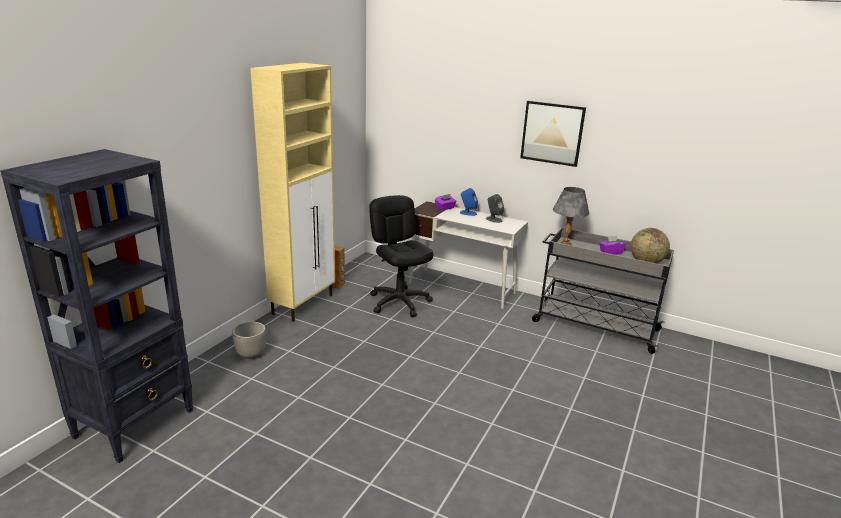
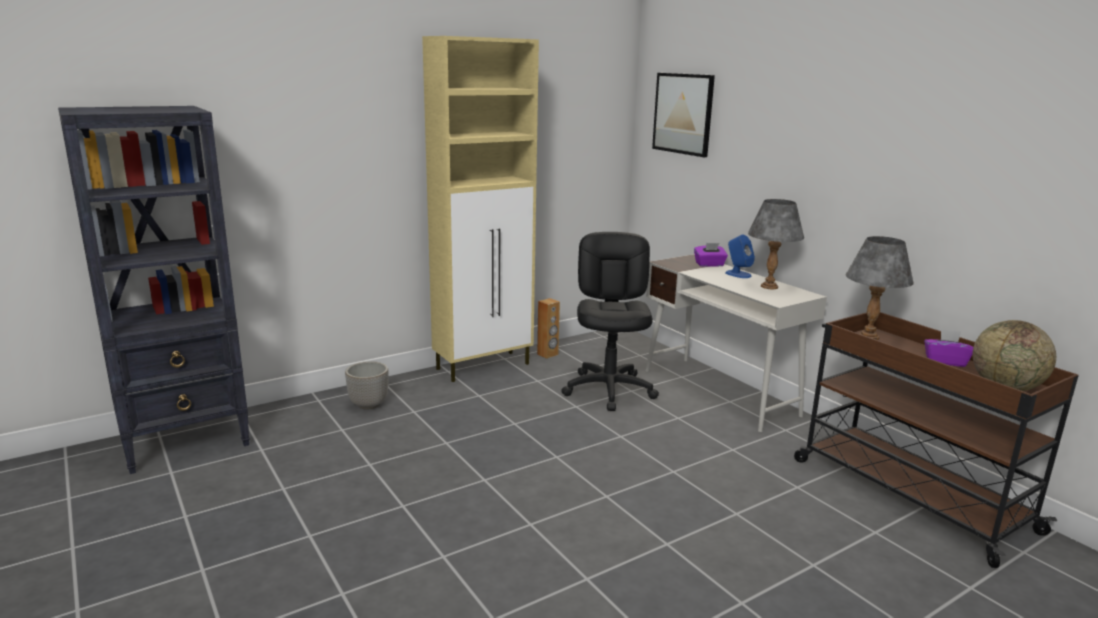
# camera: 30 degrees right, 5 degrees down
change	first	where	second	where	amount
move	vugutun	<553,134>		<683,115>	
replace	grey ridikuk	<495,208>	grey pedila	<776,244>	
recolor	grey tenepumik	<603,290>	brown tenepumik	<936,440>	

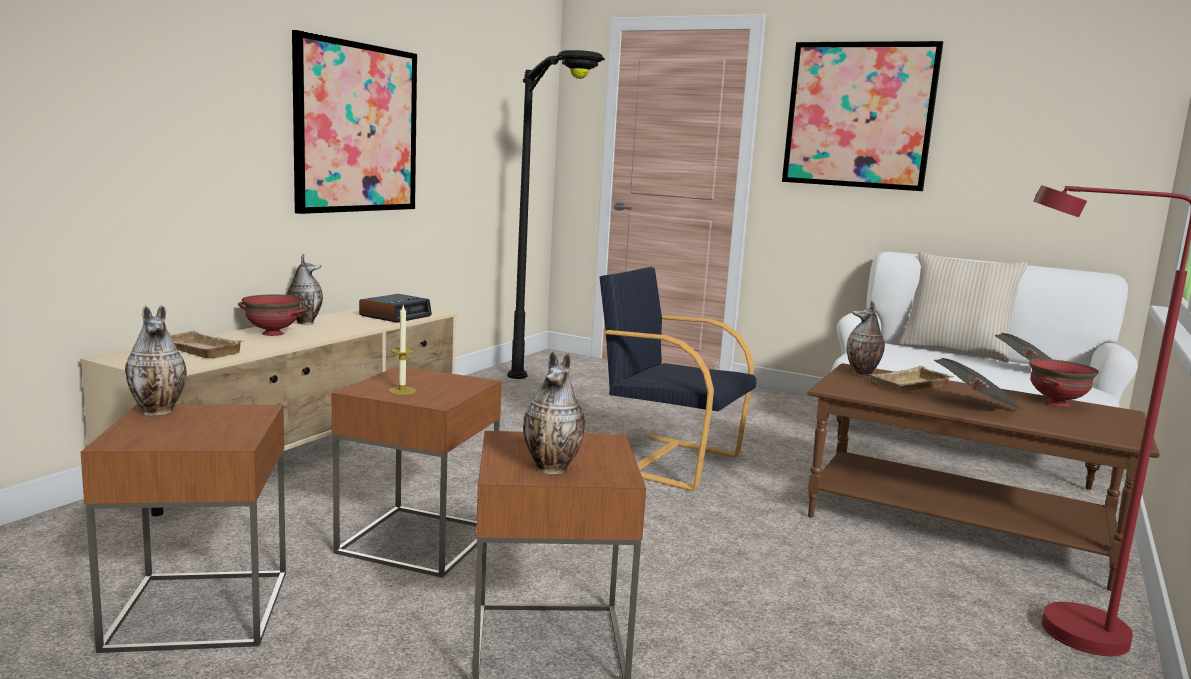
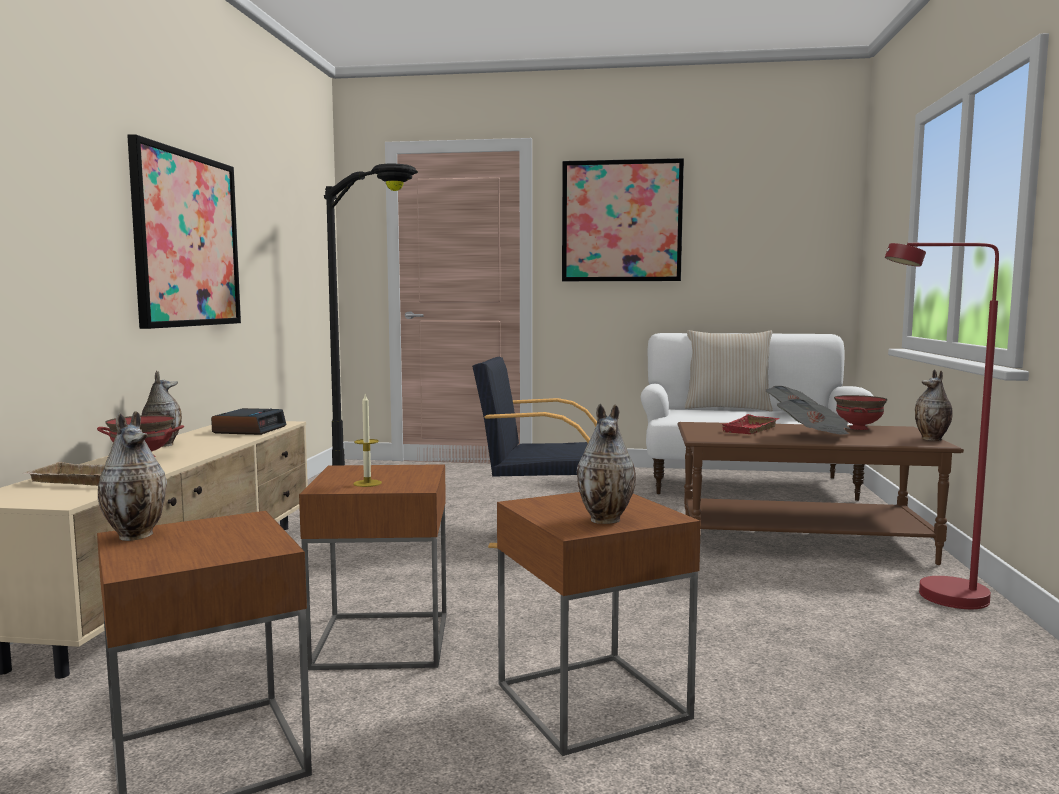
# camera: 20 degrees left, 5 degrees down
change	first	where	second	where	amount
move	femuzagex	<866,339>		<934,405>	
recolor	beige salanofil	<912,379>	red salanofil	<751,424>	

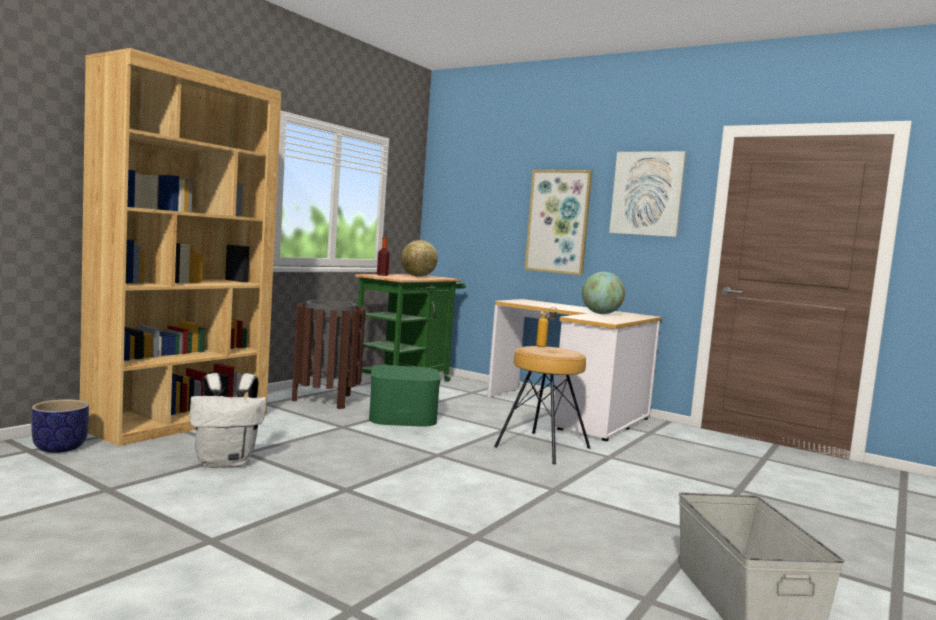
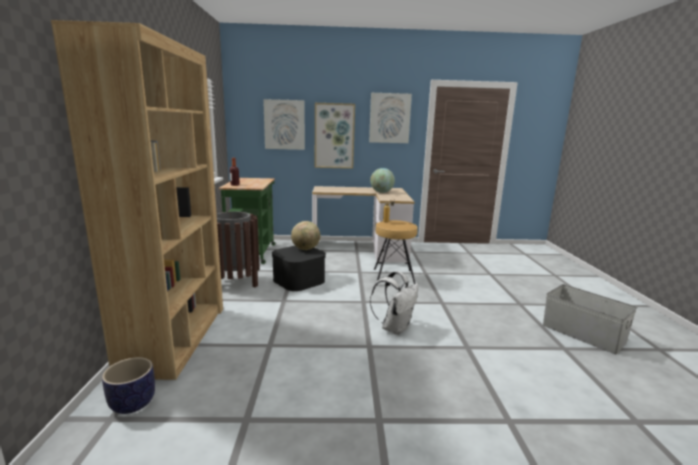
# camera: 35 degrees left, 10 degrees up
change	first	where	second	where	amount
insert			vugutun	<284,124>	
move	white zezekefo	<228,420>		<394,303>	
move	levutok	<419,258>		<305,235>	
recolor	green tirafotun	<405,396>	black tirafotun	<299,268>	

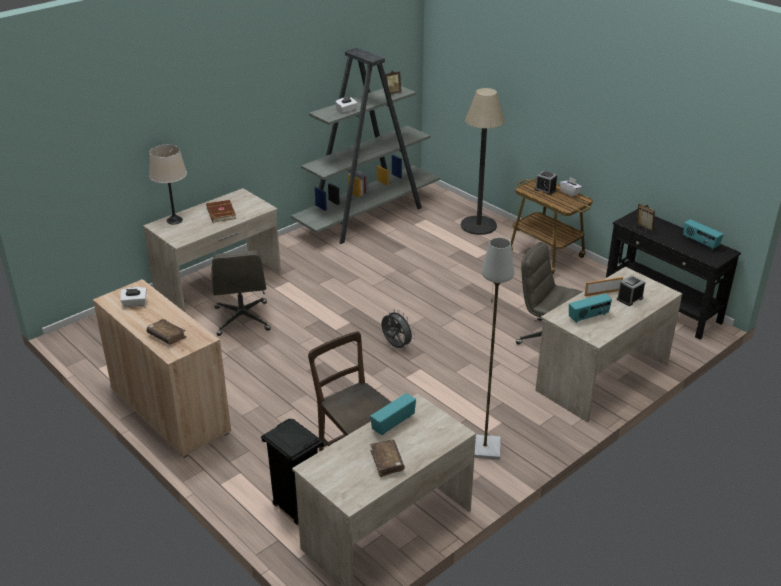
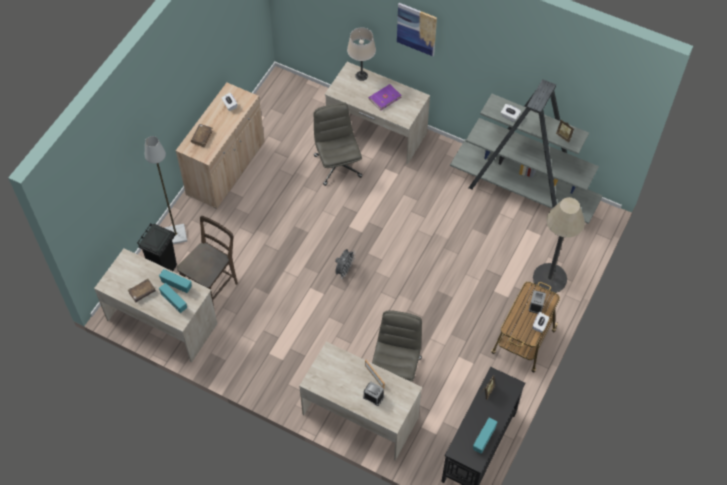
# camera: 70 degrees right, 25 degrees up
change	first	where	second	where	amount
insert			vugutun	<417,29>	
move	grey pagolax	<494,349>		<166,190>	
move	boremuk	<590,308>		<173,298>	
recolor	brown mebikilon	<221,211>	purple mebikilon	<385,97>	
rotate	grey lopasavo	<241,293>		<338,144>	105 degrees clockwise

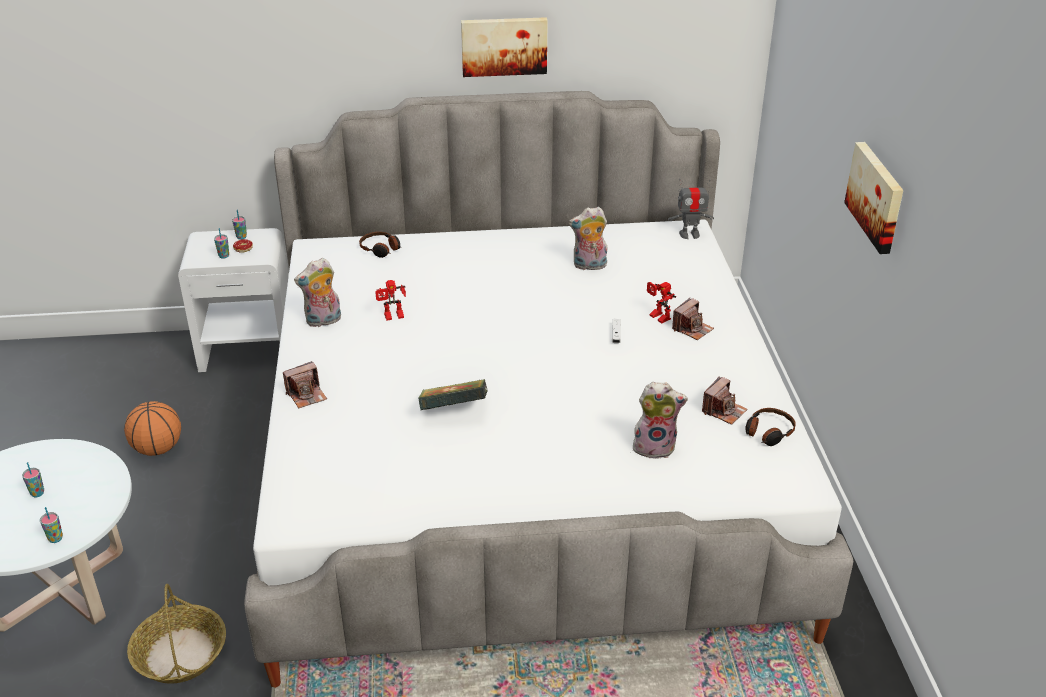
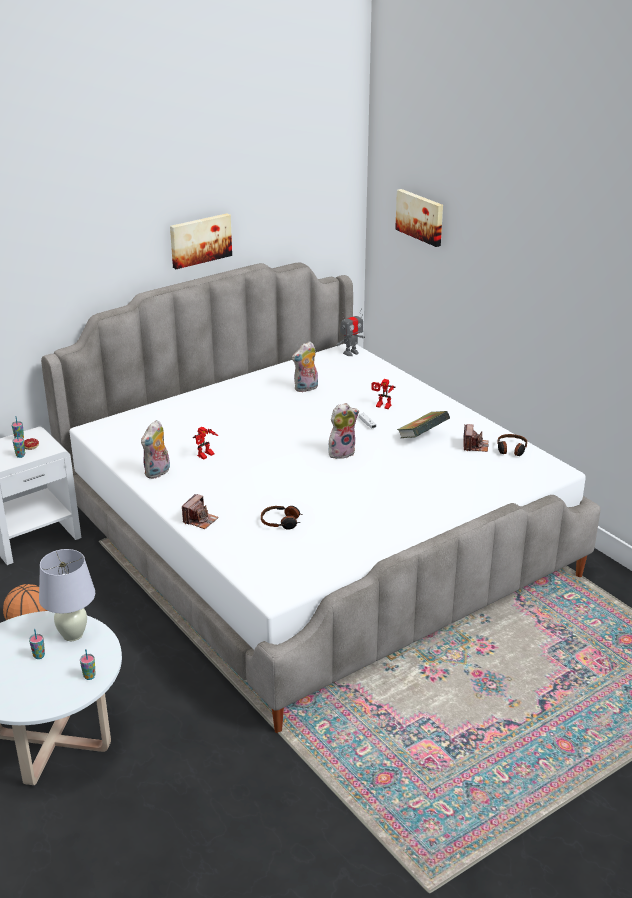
# camera: 30 degrees left, 5 degrees down
change	first	where	second	where	amount
delete	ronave	<176,634>			
delete	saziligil	<693,319>			
insert			white pedila	<67,595>	
move	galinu	<380,245>		<282,518>	
move	mebikilon	<453,394>		<423,424>	
move	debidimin	<660,420>		<343,431>	
move	vugutun	<873,198>		<419,218>	

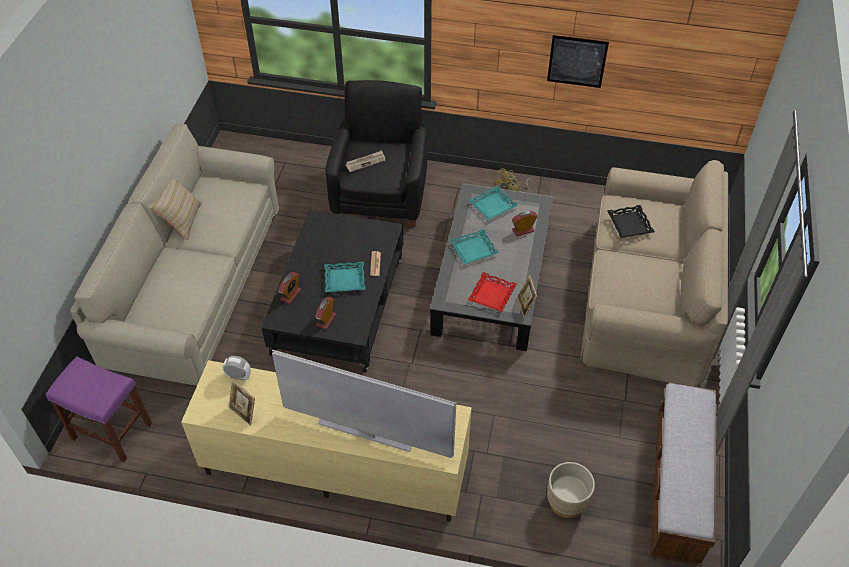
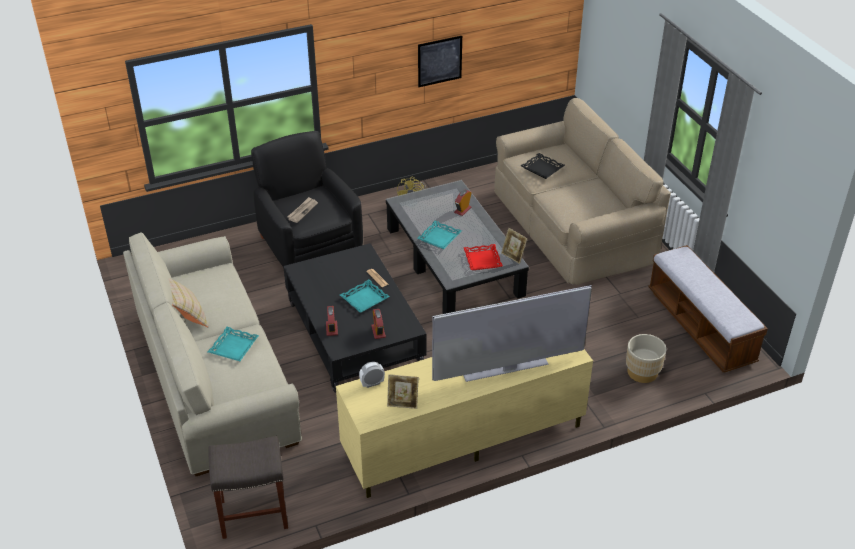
# camera: 35 degrees left, 10 degrees down
change	first	where	second	where	amount
move	turquoise salanofil	<493,203>		<233,344>	
recolor	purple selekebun	<99,409>	grey selekebun	<248,487>	

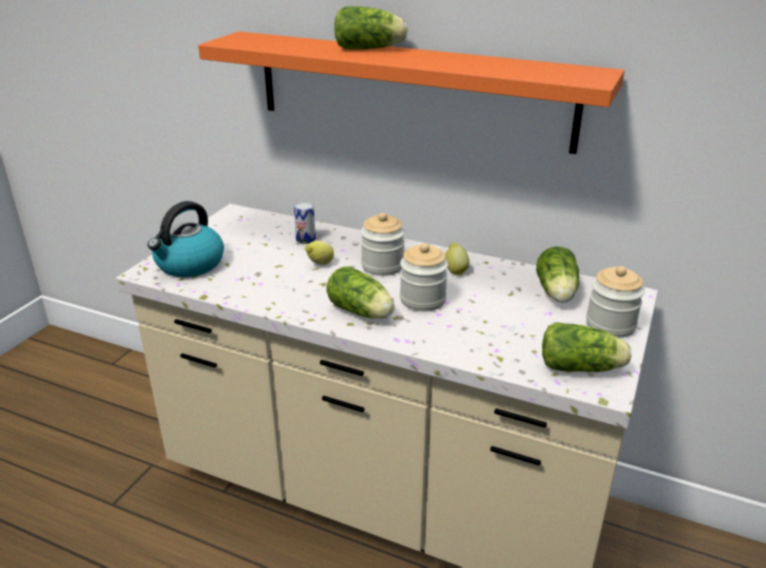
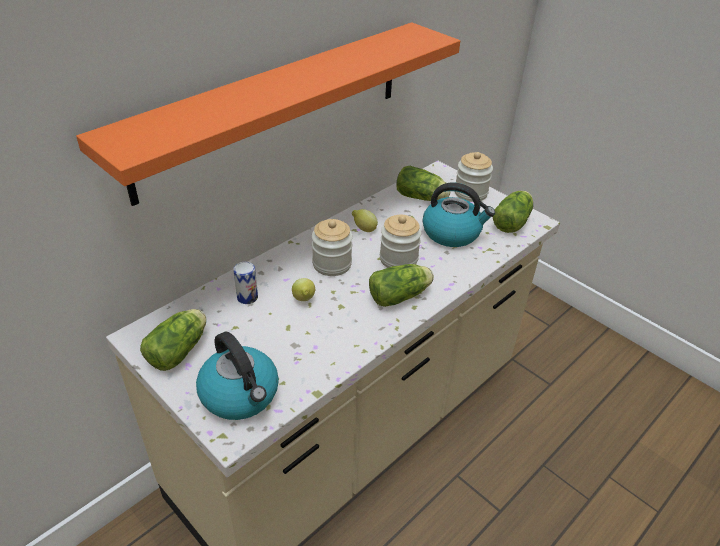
# camera: 70 degrees left, 10 degrees up
change	first	where	second	where	amount
insert			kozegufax	<459,215>	
move	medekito	<371,28>		<173,340>	

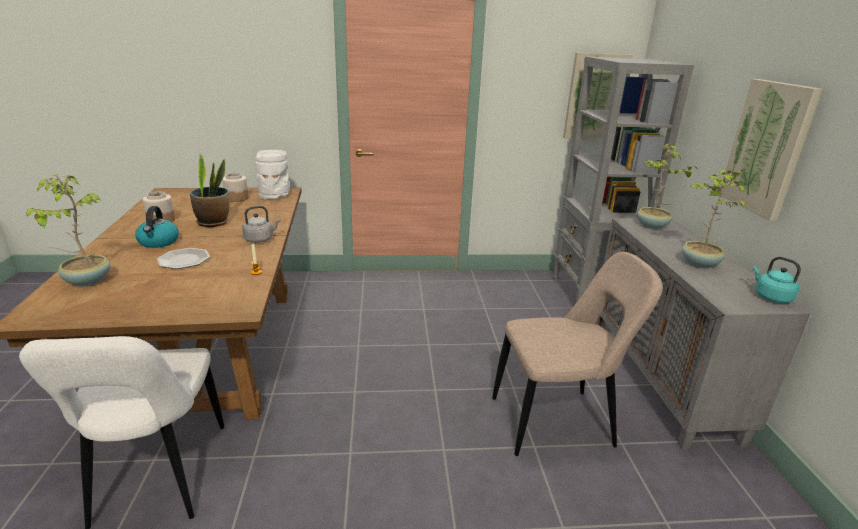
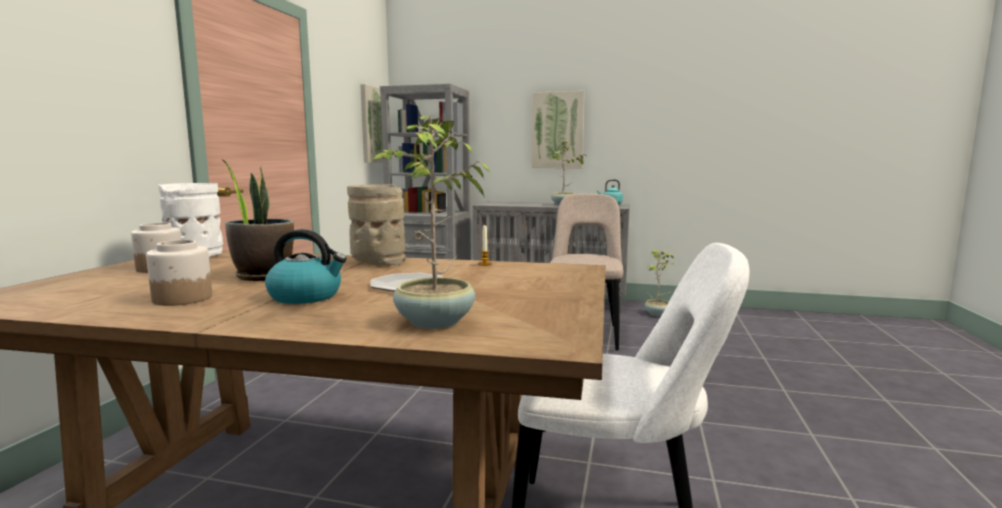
# camera: 70 degrees left, 15 degrees down
change	first	where	second	where	amount
move	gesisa	<667,186>		<660,282>	
replace	grey kozegufax	<261,224>	beige femuzagex	<376,225>	

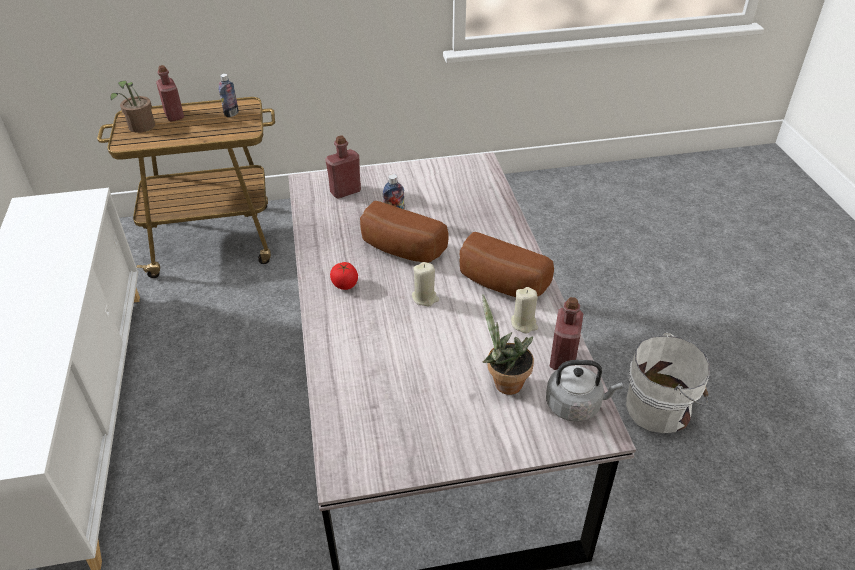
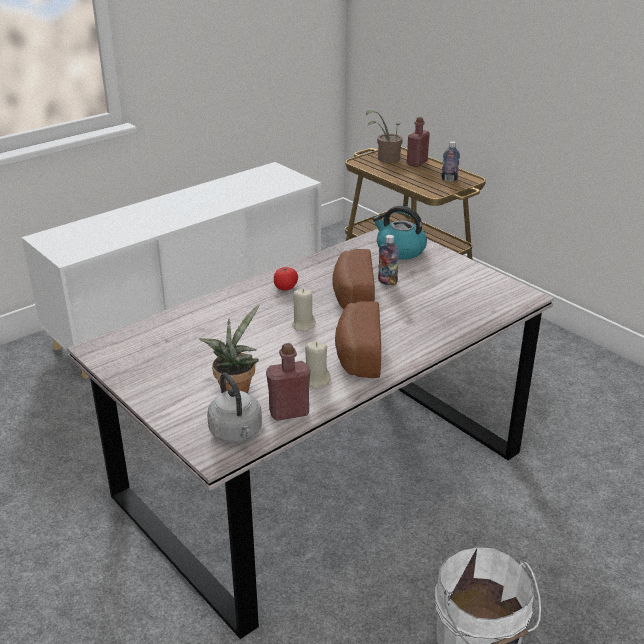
# camera: 60 degrees right, 10 degrees down
change	first	where	second	where	amount
replace	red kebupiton	<343,167>	kozegufax	<400,233>	

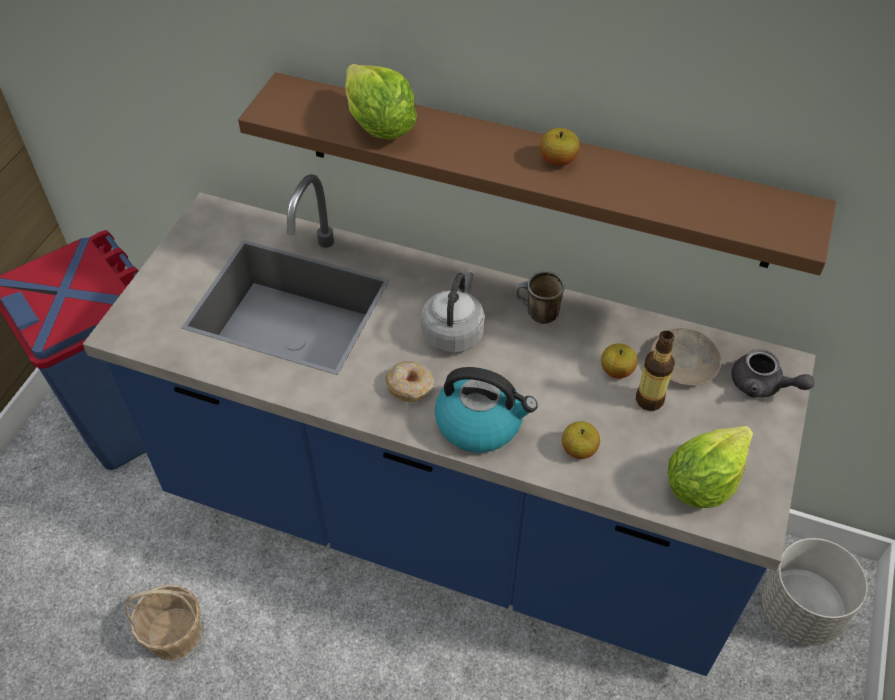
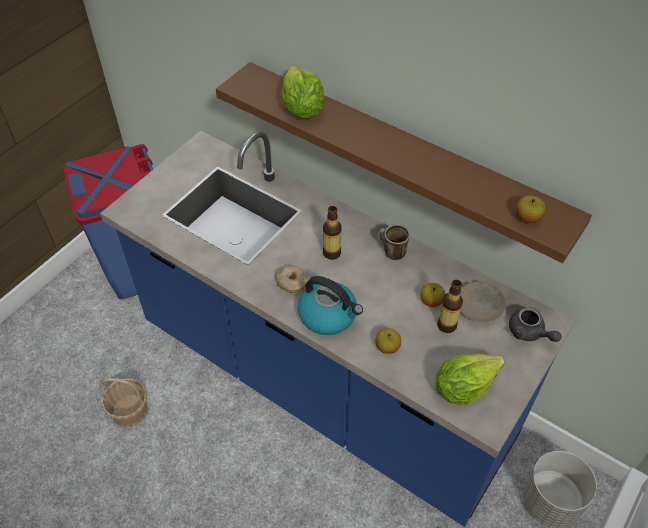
# camera: 15 degrees right, 0 degrees up
change	first	where	second	where	amount
move	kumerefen	<560,147>		<531,209>	
replace	grey kozegufax	<453,312>	kebupiton	<332,233>	

